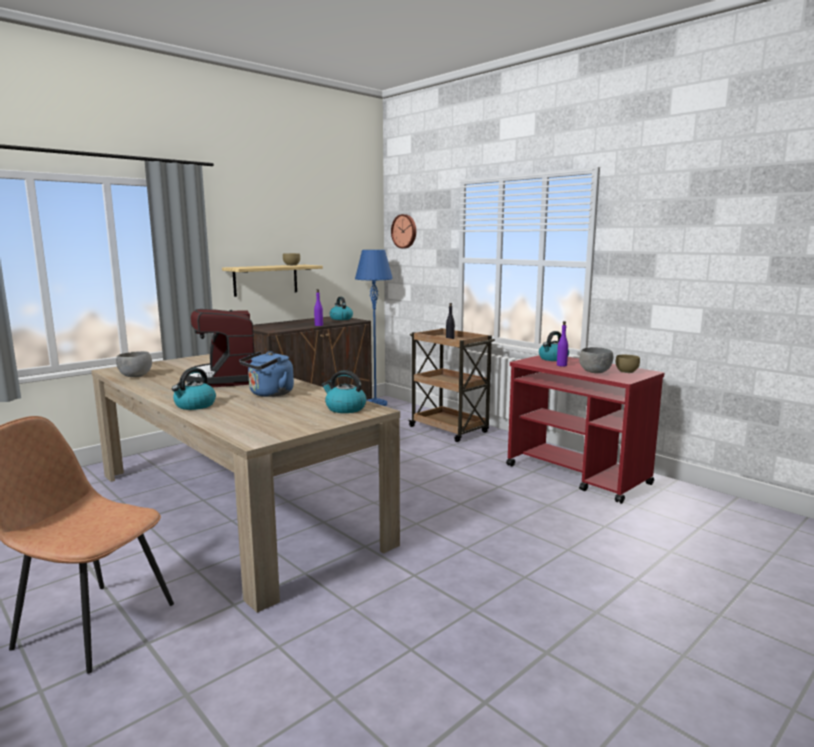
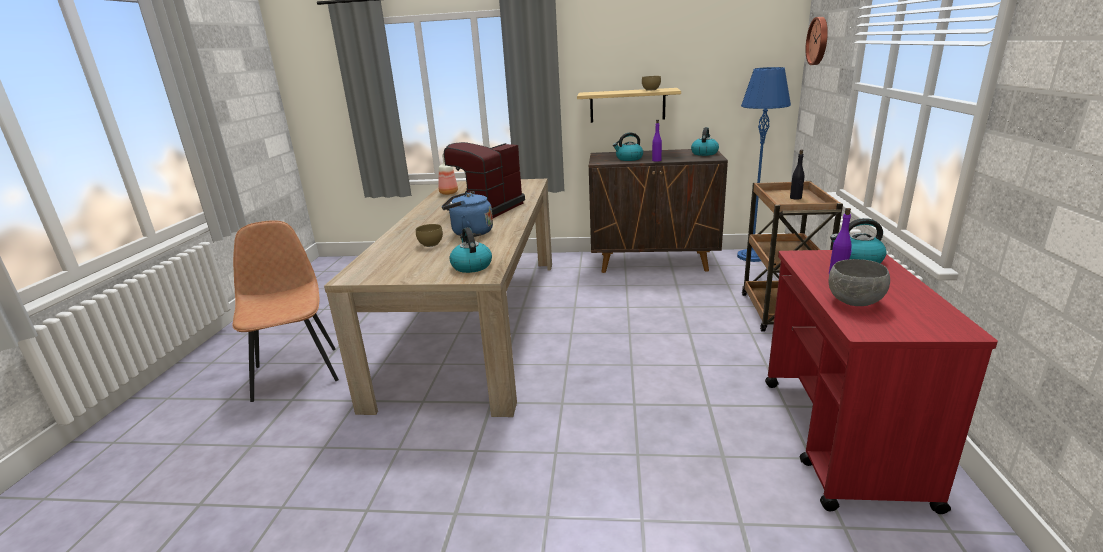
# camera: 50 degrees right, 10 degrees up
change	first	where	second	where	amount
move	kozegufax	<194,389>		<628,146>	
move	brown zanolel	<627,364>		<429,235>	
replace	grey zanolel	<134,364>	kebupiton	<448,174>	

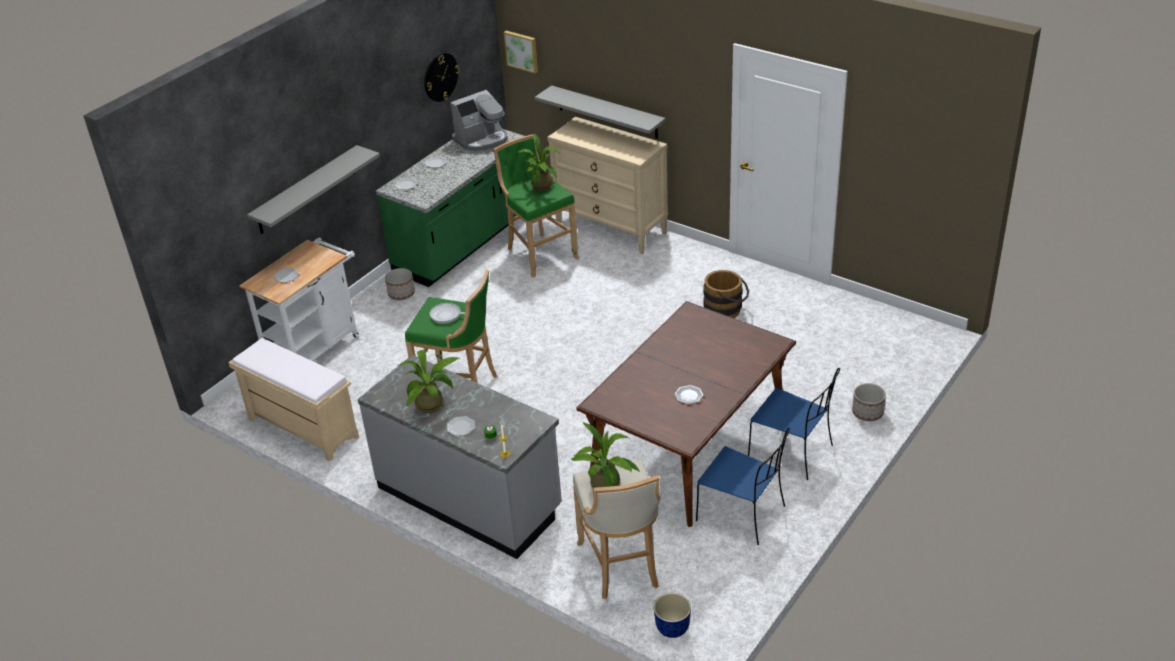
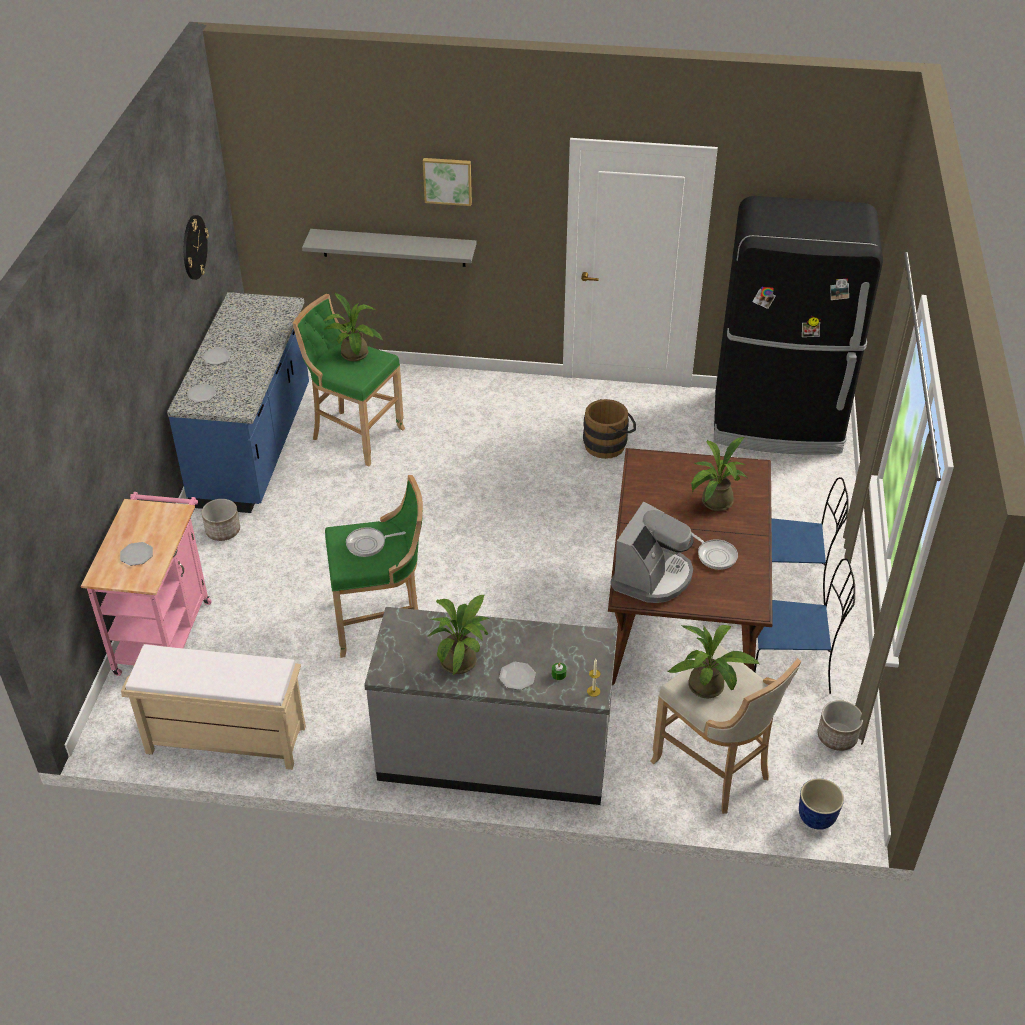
# camera: 30 degrees left, 5 degrees up
change	first	where	second	where	amount
delete	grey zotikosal	<313,189>			
delete	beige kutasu	<607,185>			
insert			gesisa	<719,474>	
insert			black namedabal	<798,325>	
move	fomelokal	<479,121>		<652,552>	
move	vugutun	<521,52>		<447,182>	
move	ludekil	<869,402>		<840,725>	
replace	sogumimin	<689,394>	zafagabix	<714,551>	
recolor	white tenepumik	<299,299>	pink tenepumik	<146,584>	
recolor	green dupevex	<450,208>	blue dupevex	<238,402>	

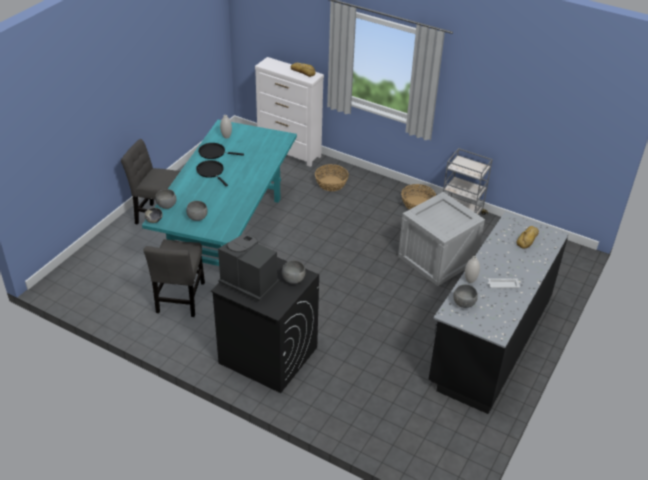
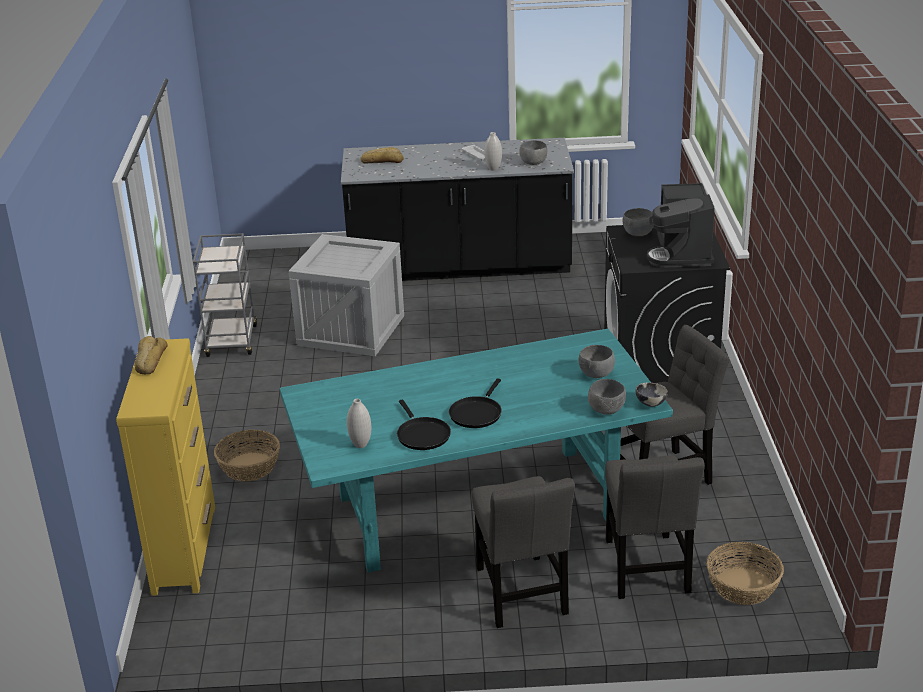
# camera: 120 degrees left, 10 degrees down
change	first	where	second	where	amount
insert			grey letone	<655,527>	
move	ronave	<418,197>		<745,573>	
recolor	white kutasu	<289,112>	yellow kutasu	<165,467>	

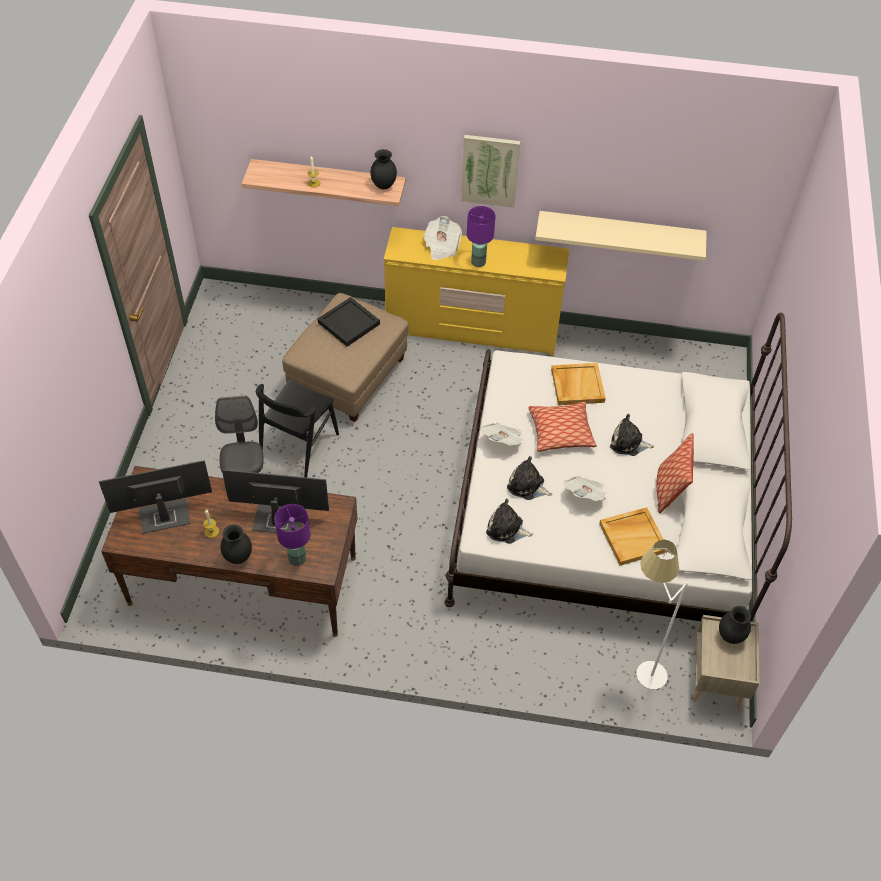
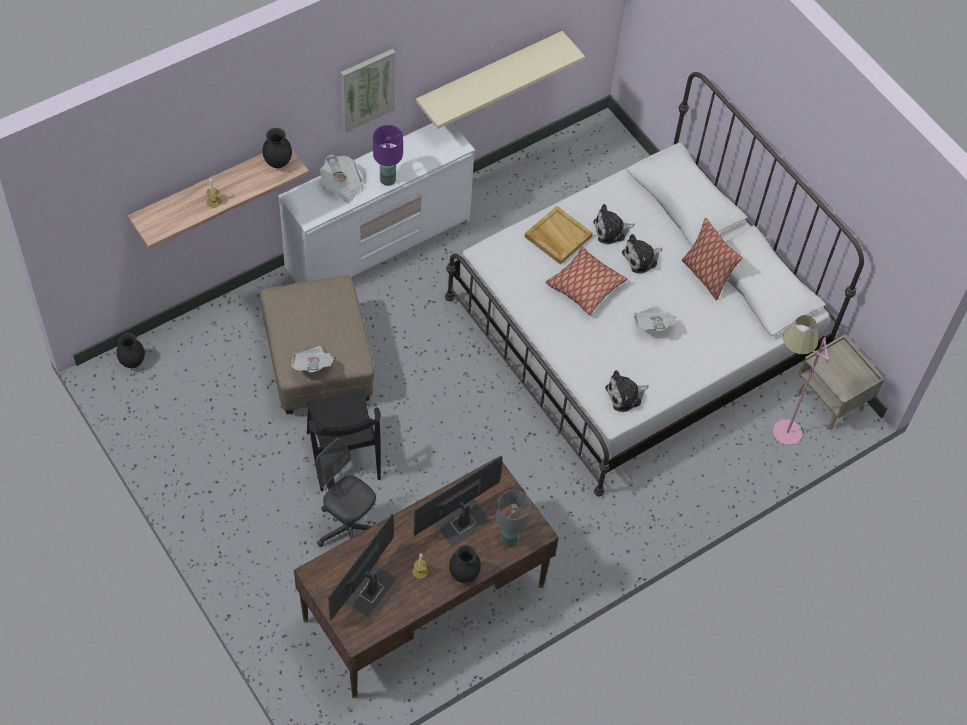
# camera: 45 degrees left, 5 degrees up
change	first	where	second	where	amount
delete	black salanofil	<349,321>			
delete	beige salanofil	<633,536>			
move	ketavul	<501,434>		<312,359>	
move	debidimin	<529,478>		<614,224>	
move	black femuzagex	<735,625>		<130,350>	
recolor	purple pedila	<292,535>	grey pedila	<513,518>	
recolor	yellow kutasu	<476,292>	white kutasu	<376,202>	
recolor	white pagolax	<662,615>	pink pagolax	<801,380>	

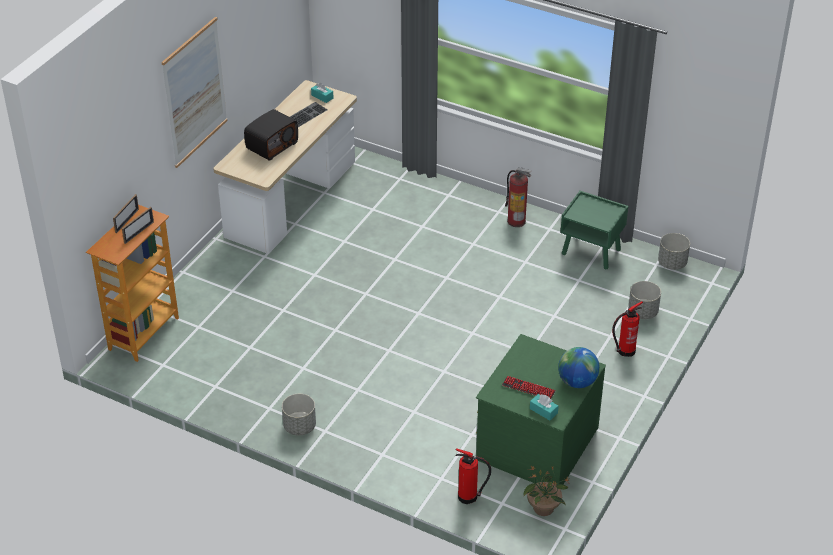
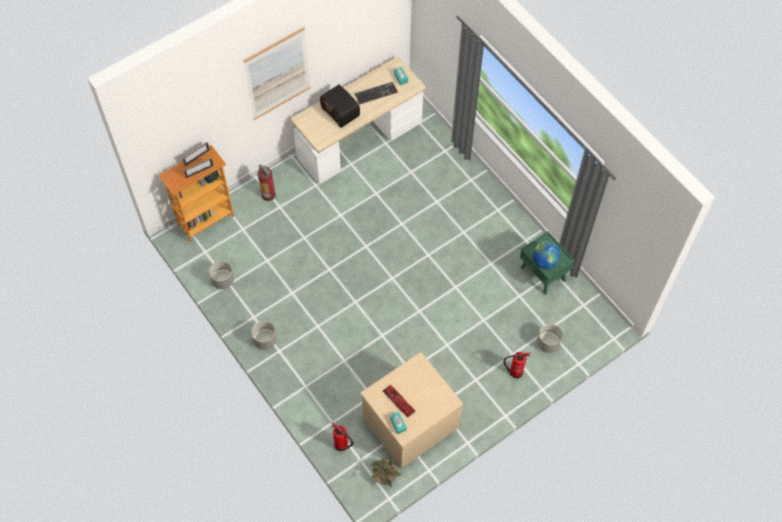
# camera: 25 degrees right, 20 degrees up
change	first	where	second	where	amount
move	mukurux	<518,197>		<266,183>	
move	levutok	<579,367>		<546,255>	
move	grey ludekil	<674,251>		<221,275>	
recolor	green kutasu	<541,409>	beige kutasu	<412,410>	
rotate	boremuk	<271,134>		<340,106>	75 degrees clockwise

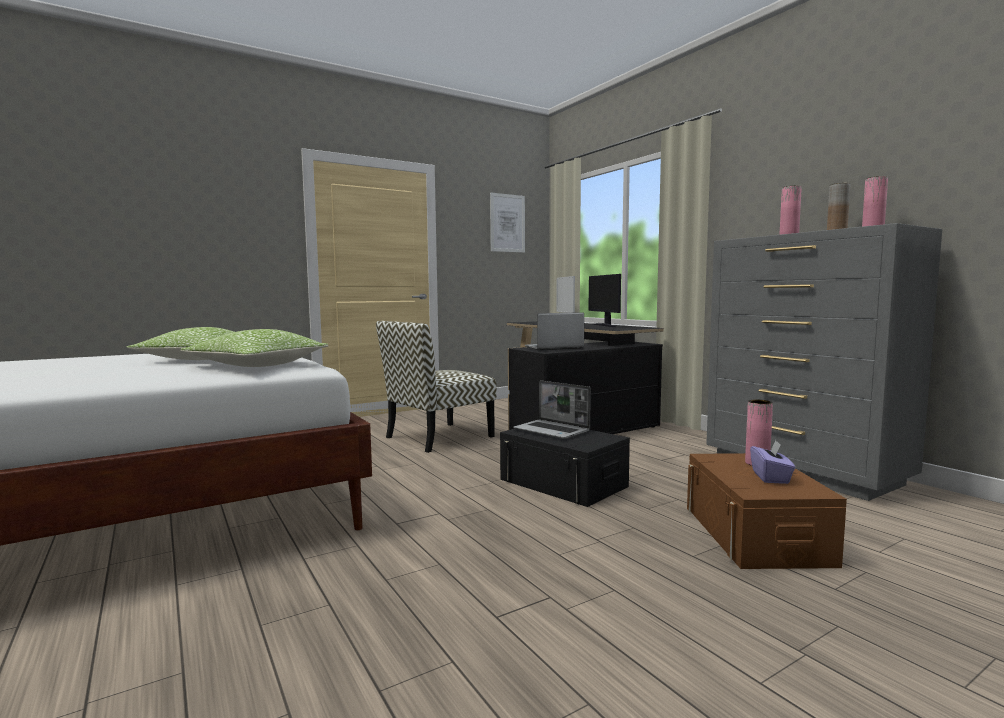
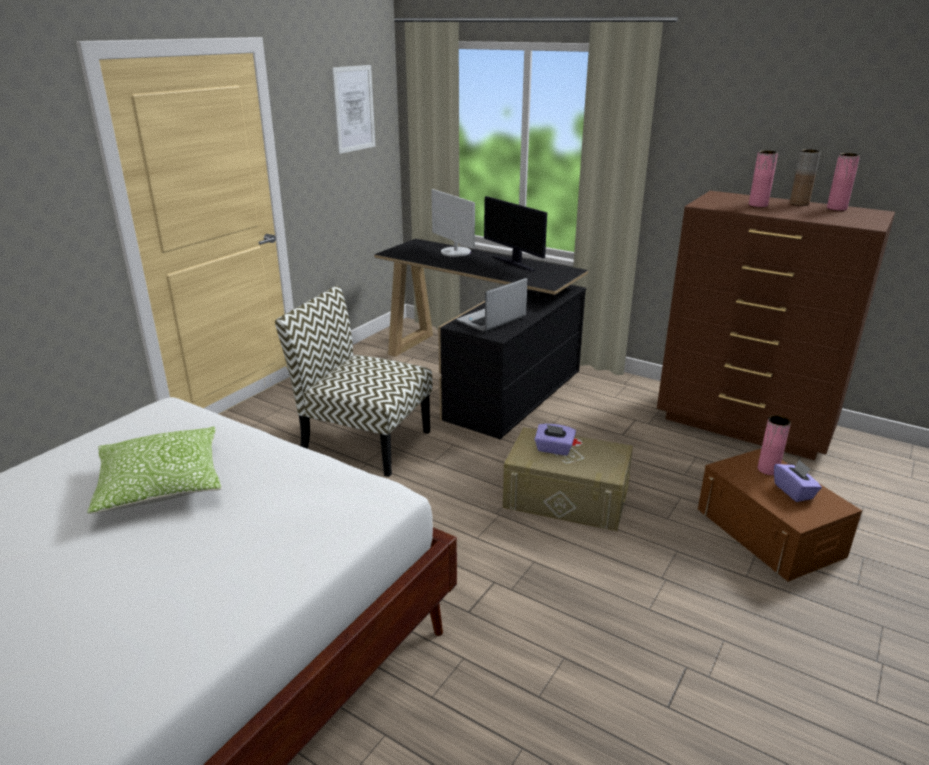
# camera: 25 degrees left, 20 degrees up
change	first	where	second	where	amount
delete	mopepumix	<254,348>			
replace	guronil	<552,410>	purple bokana	<555,439>	
recolor	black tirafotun	<565,468>	beige tirafotun	<568,479>	
recolor	grey kutasu	<824,362>	brown kutasu	<776,325>	
rotate	letone	<436,387>		<353,381>	90 degrees clockwise

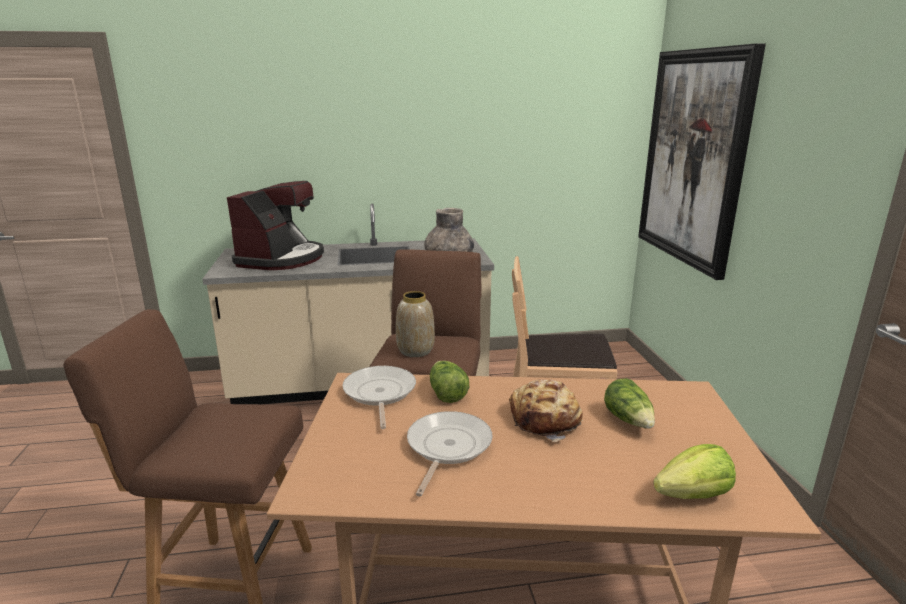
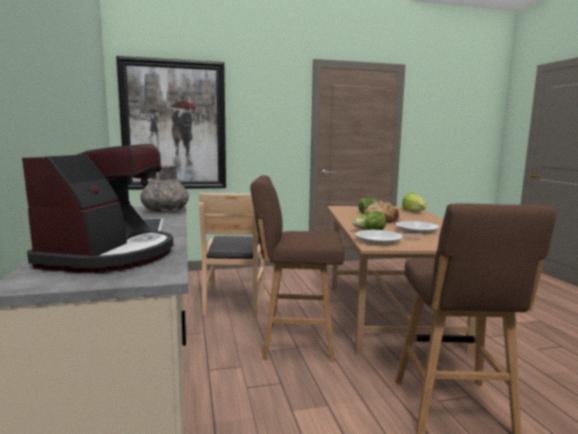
# camera: 95 degrees left, 10 degrees down
change	first	where	second	where	amount
delete	femuzagex	<415,324>			
rotate	fomelokal	<275,225>		<98,208>	90 degrees clockwise

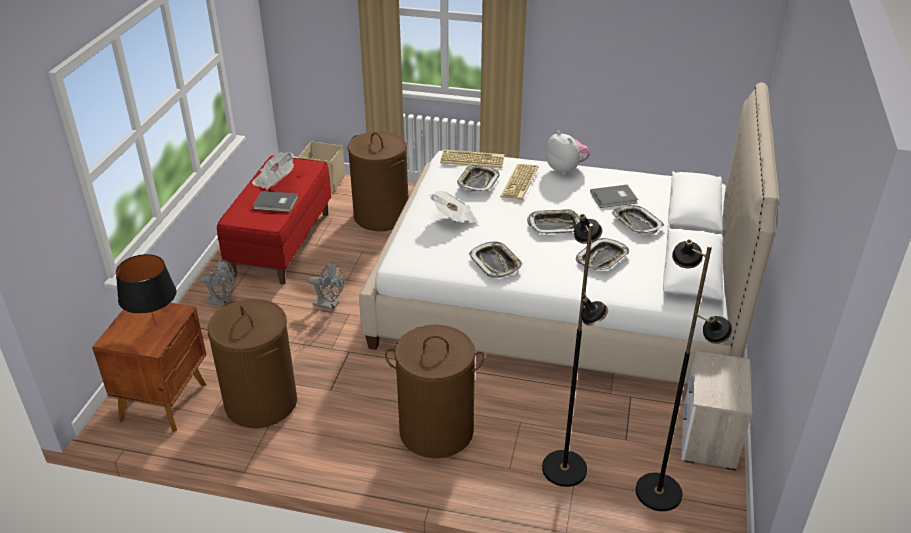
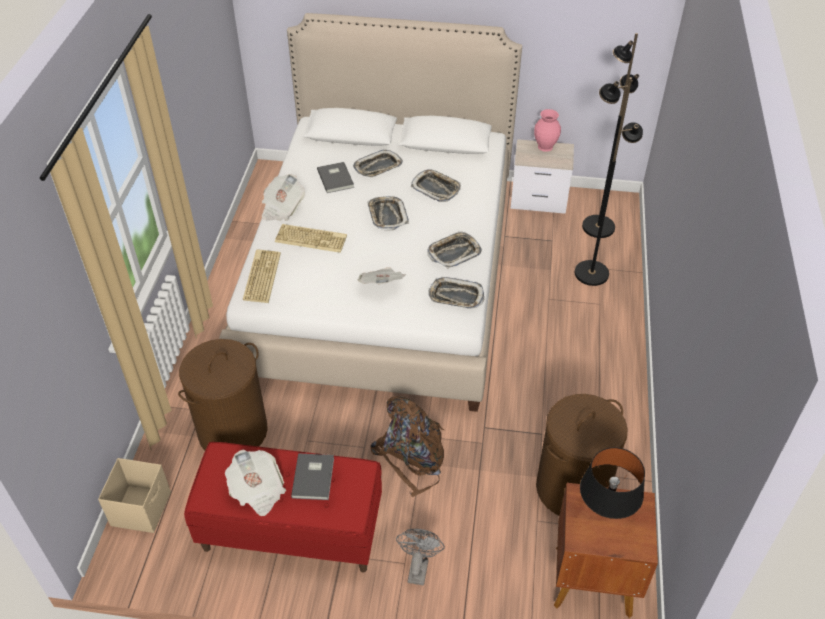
# camera: 95 degrees left, 10 degrees up
change	first	where	second	where	amount
delete	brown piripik	<435,391>			
insert			pink femuzagex	<547,130>	
move	salanofil	<478,178>		<456,293>	
replace	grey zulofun	<326,286>	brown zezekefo	<407,446>	
replace	debidimin	<568,153>	ketavul	<283,197>	

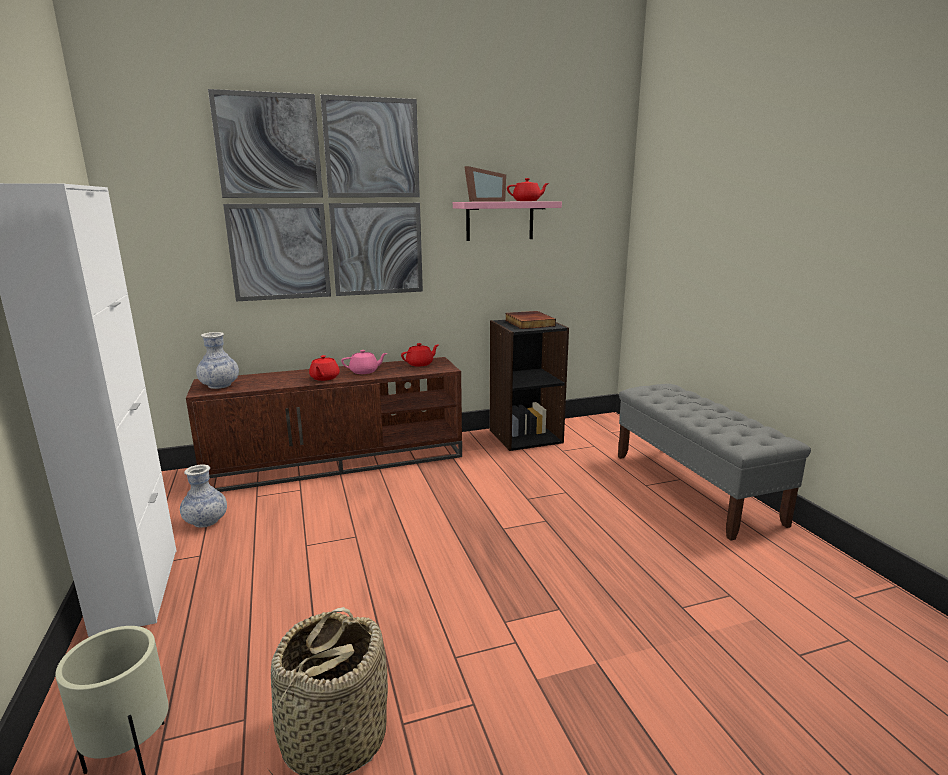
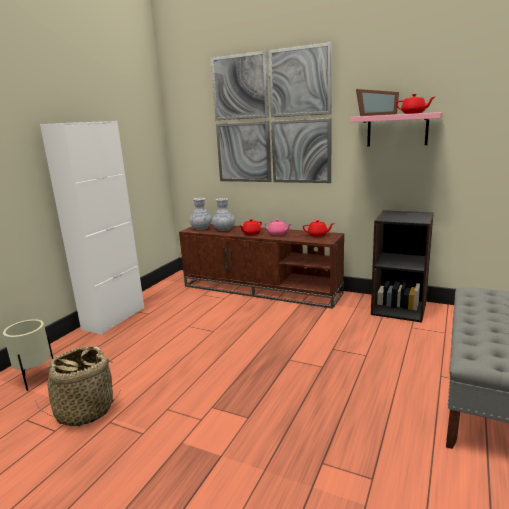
# camera: 45 degrees right, 0 degrees up
change	first	where	second	where	amount
delete	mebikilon	<530,320>			
move	femuzagex	<203,496>		<223,214>	

